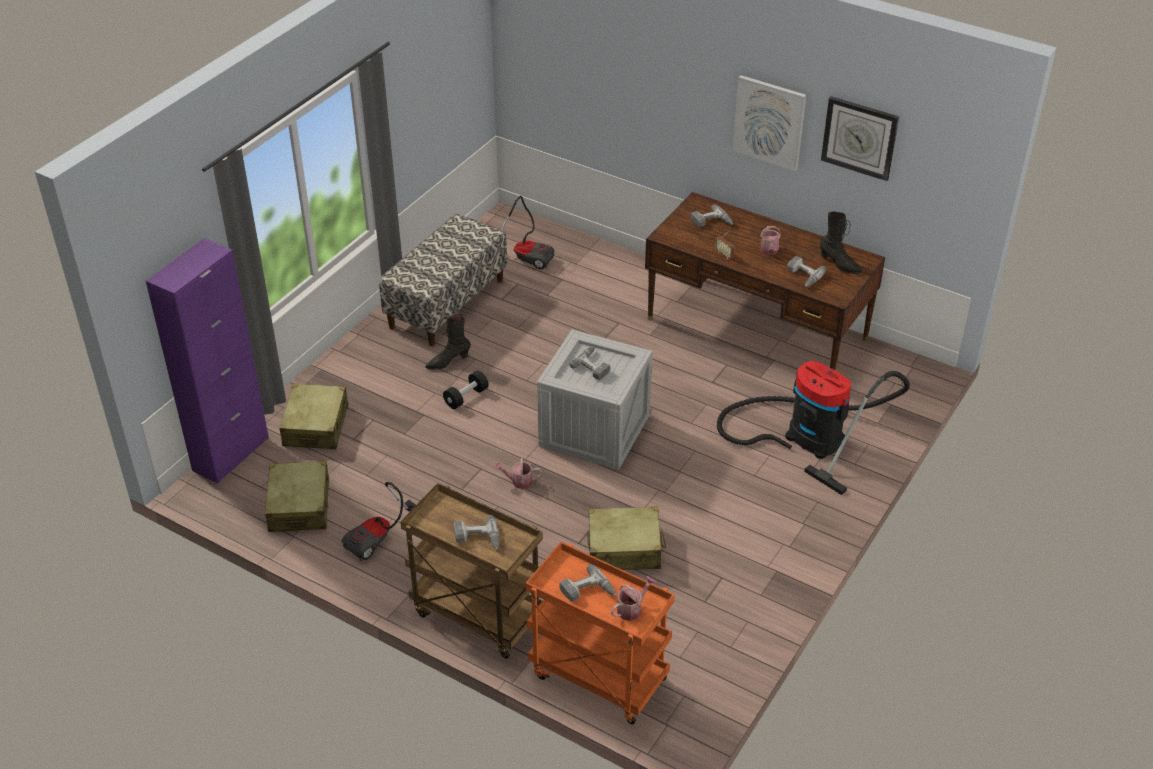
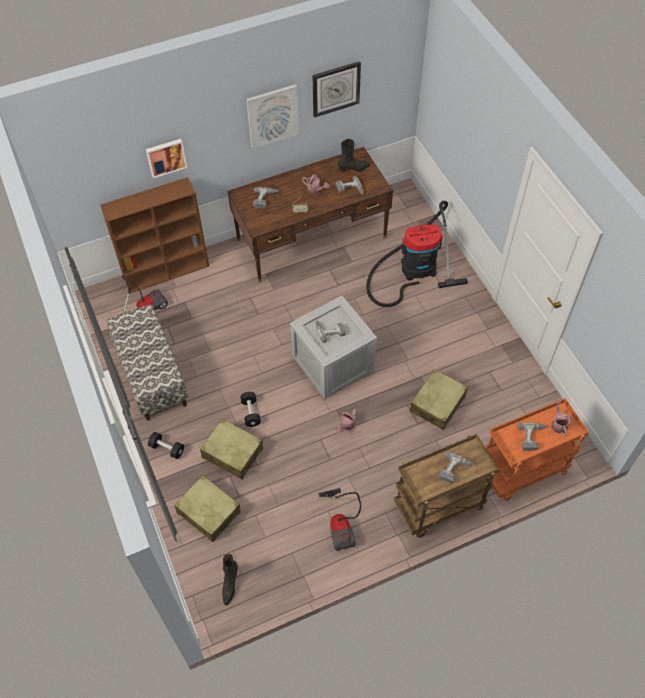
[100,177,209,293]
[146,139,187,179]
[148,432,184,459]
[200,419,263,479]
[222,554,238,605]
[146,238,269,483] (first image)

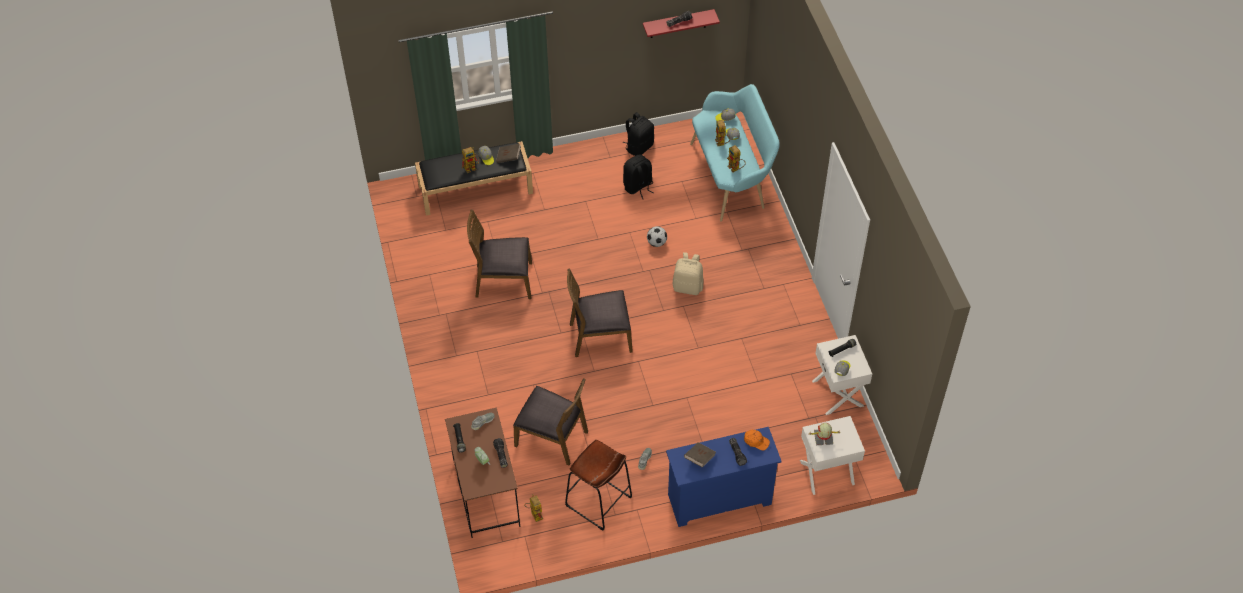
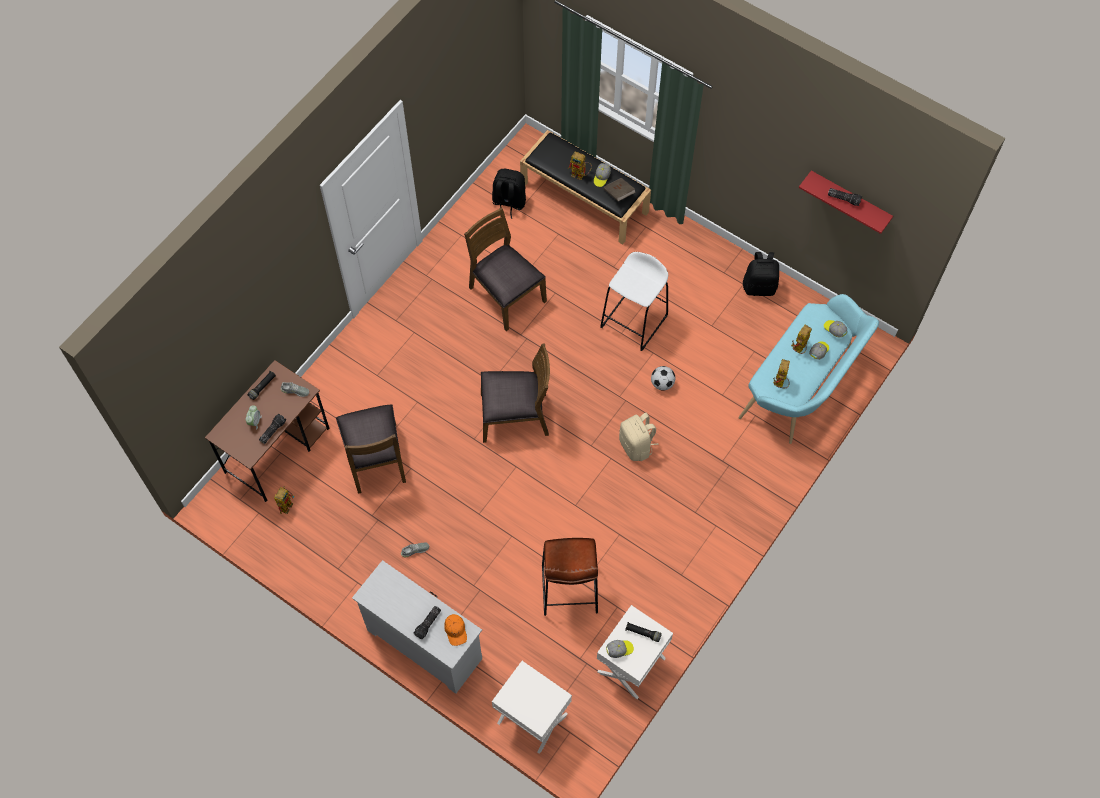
[352,560,482,694]
[481,343,550,443]
[492,169,526,219]
[542,538,598,616]
[600,252,668,351]
[684,442,716,467] (first image)
[809,423,841,445] (first image)

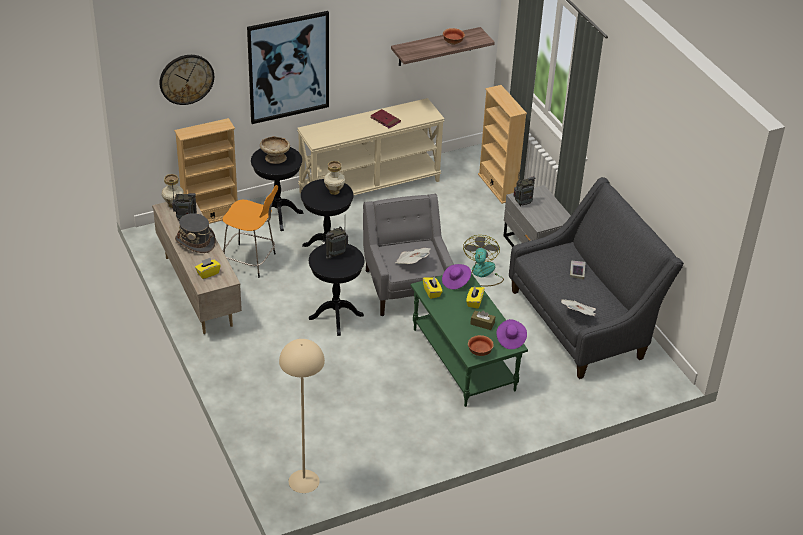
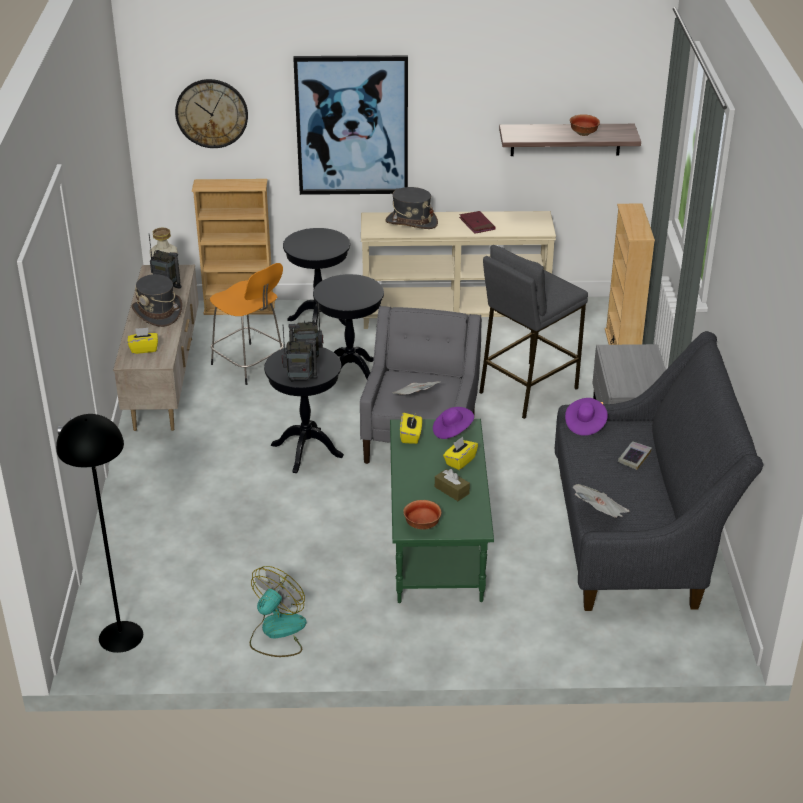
[56,414,143,653]
[250,566,307,657]
[282,325,318,382]
[386,187,438,229]
[479,245,588,419]
[565,398,608,436]
[260,136,290,164] (first image)
[324,161,345,195] (first image)

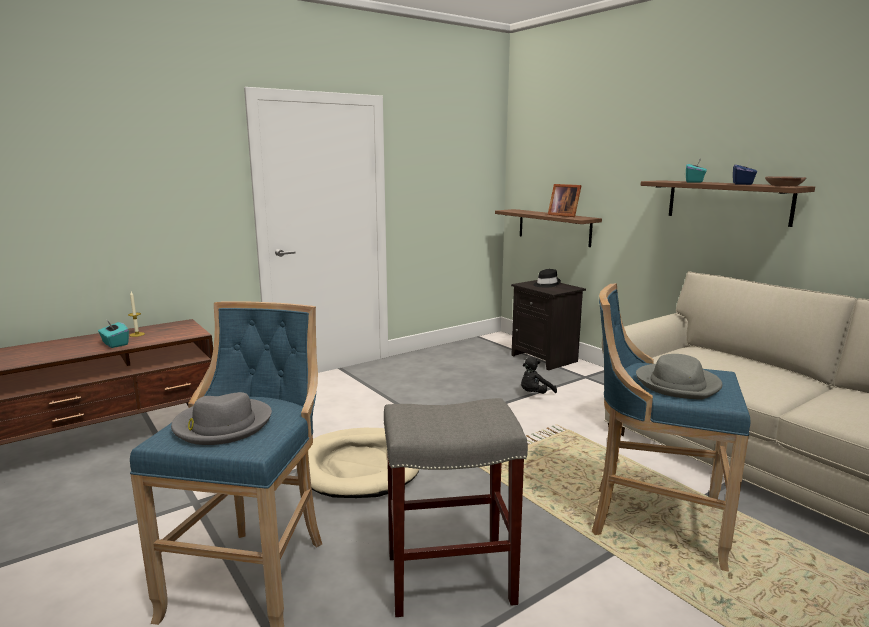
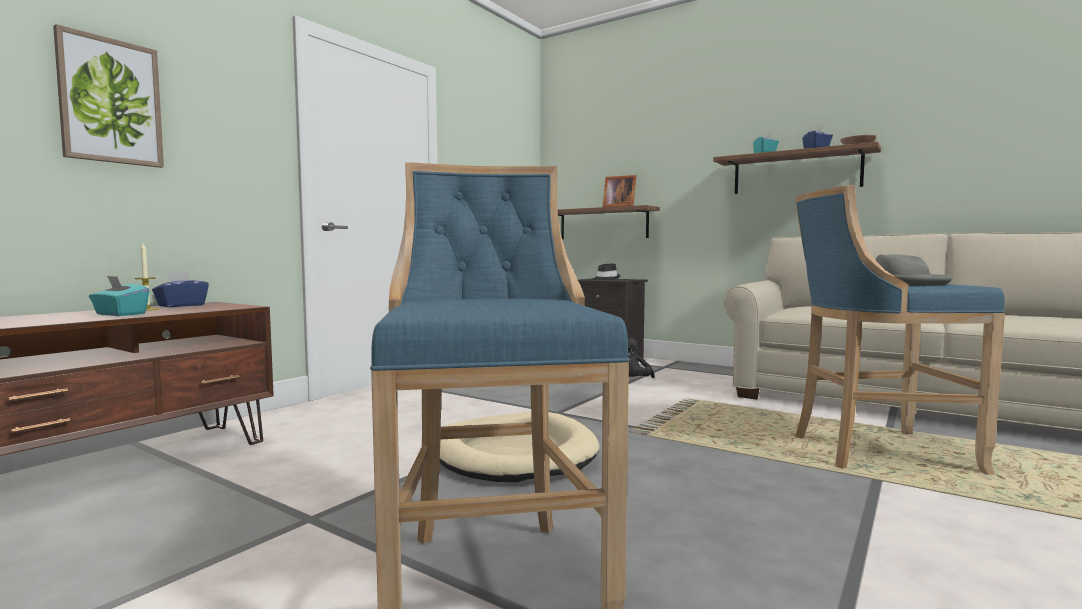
[53,24,164,168]
[152,272,209,307]
[171,392,272,445] (first image)
[384,398,528,617] (first image)

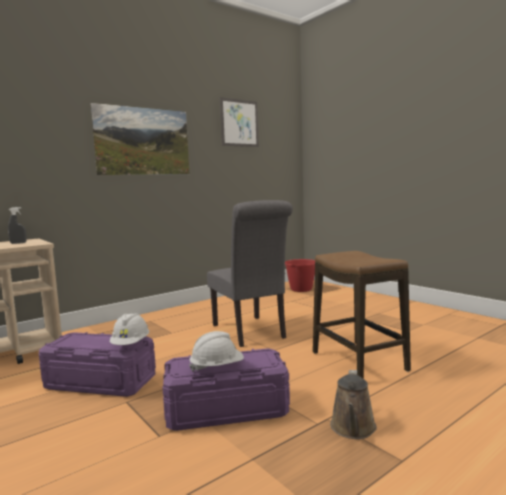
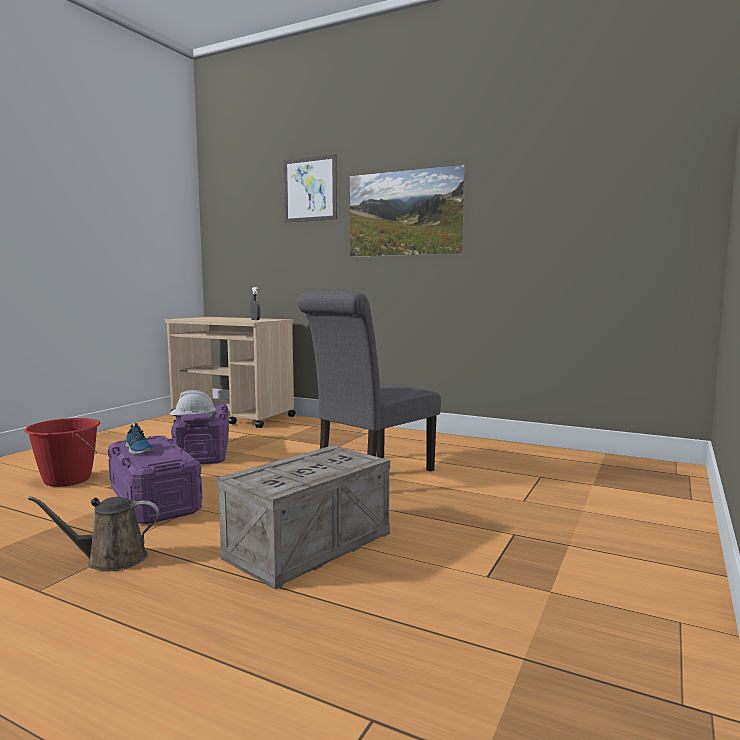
[25,418,100,487]
[125,423,154,454]
[217,445,390,590]
[284,154,337,222]

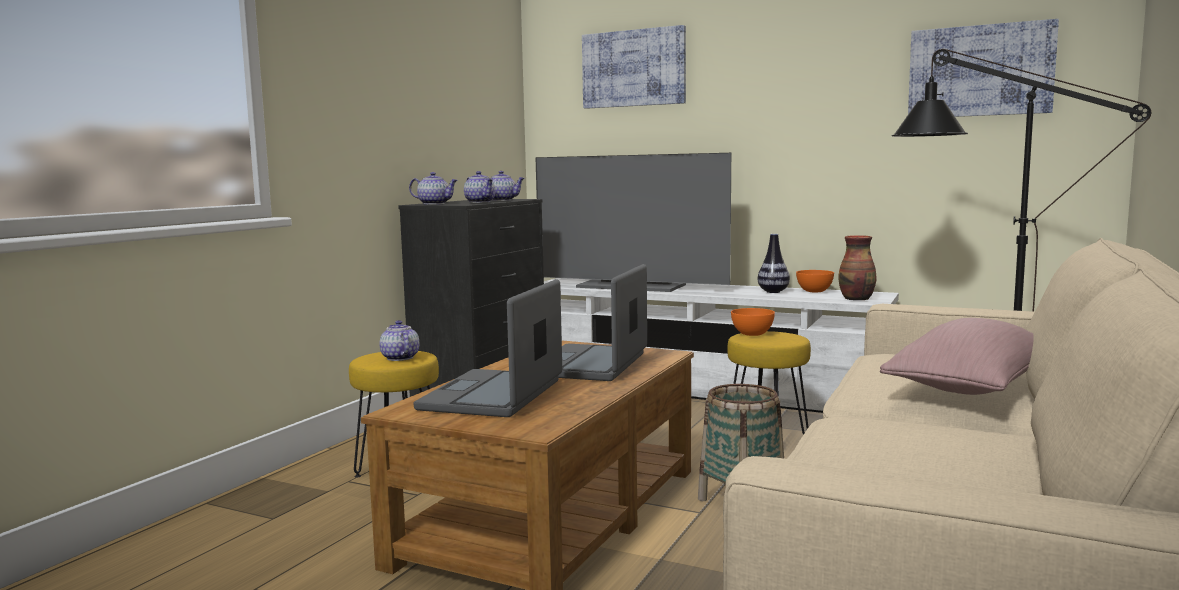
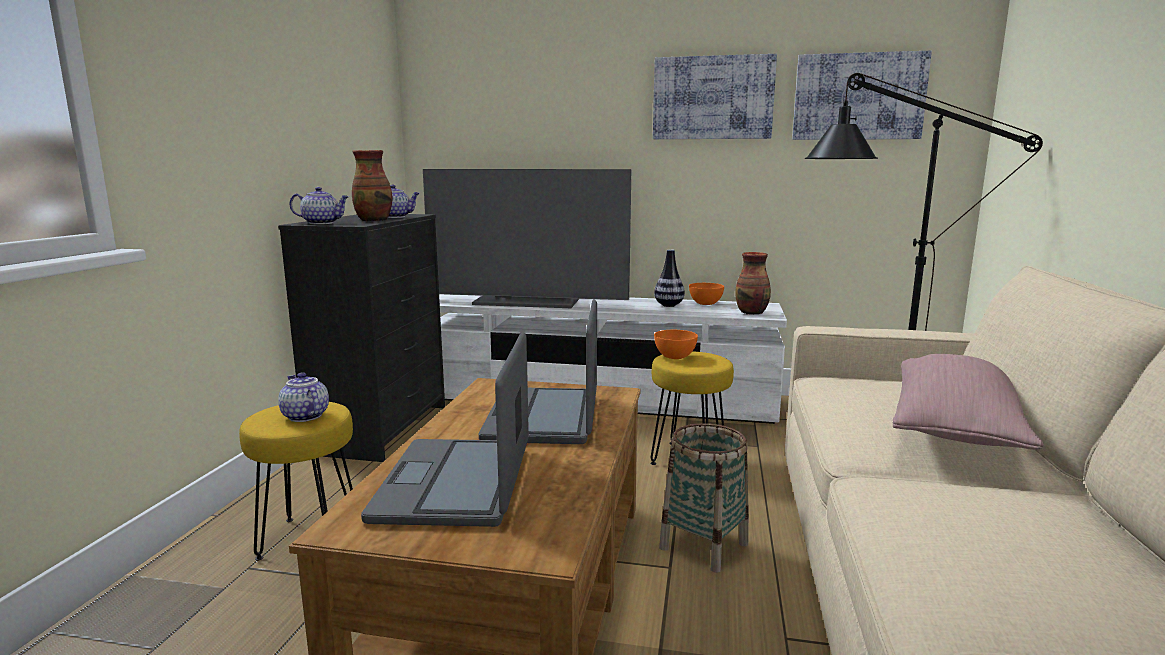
[352,150,393,221]
[653,54,777,139]

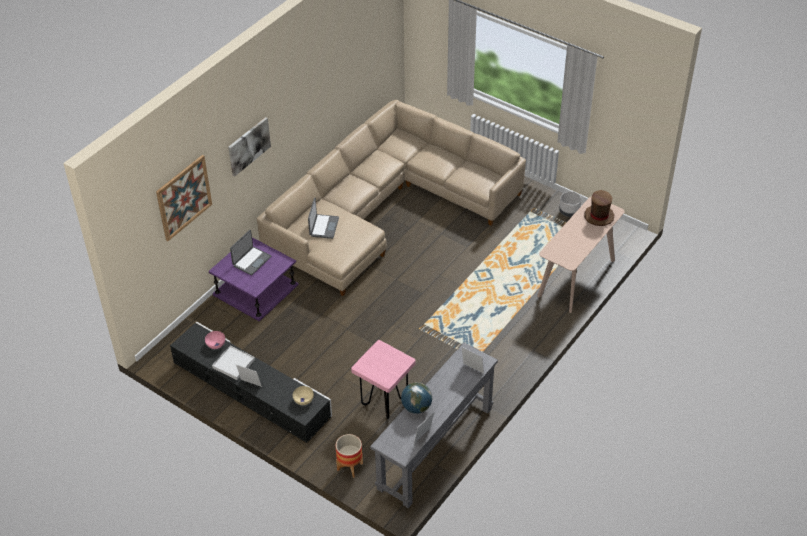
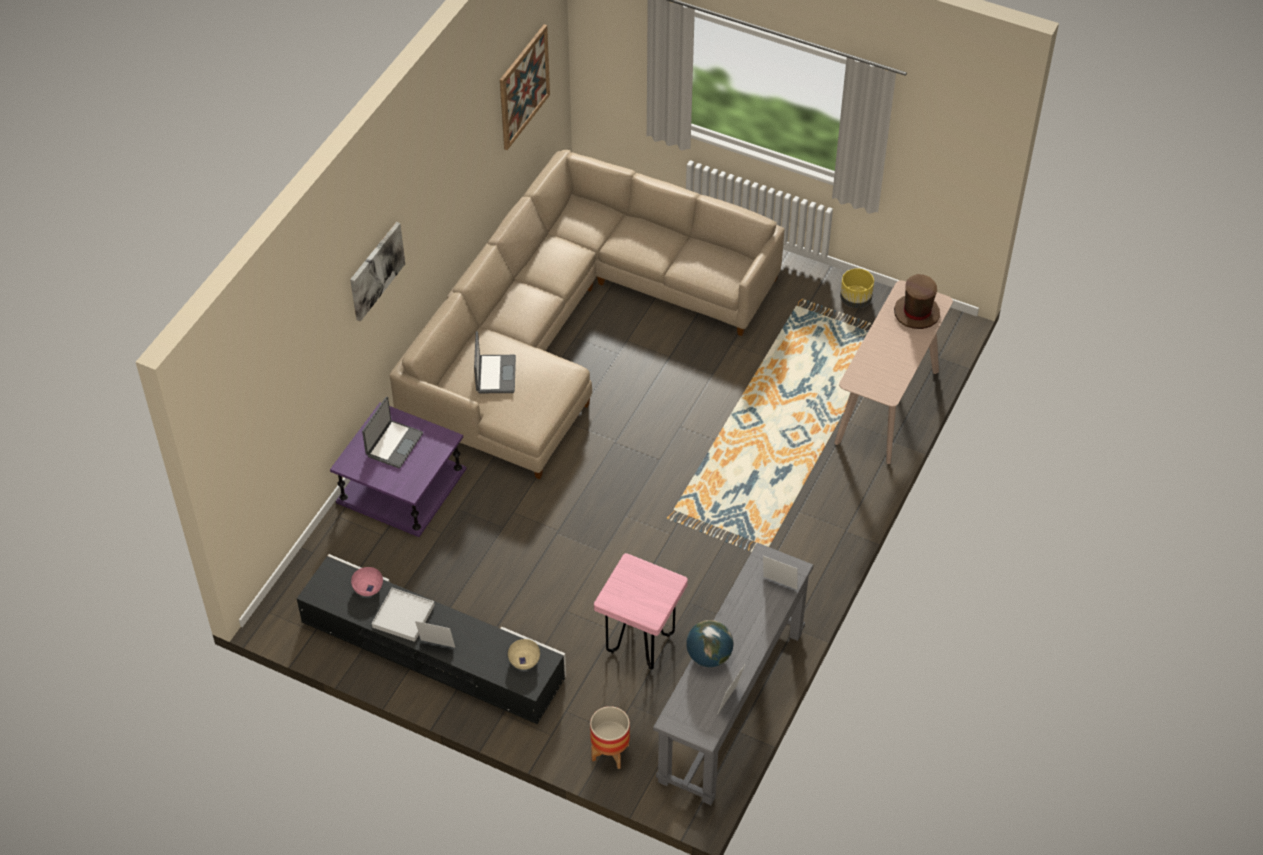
[500,24,550,150]
[840,268,874,308]

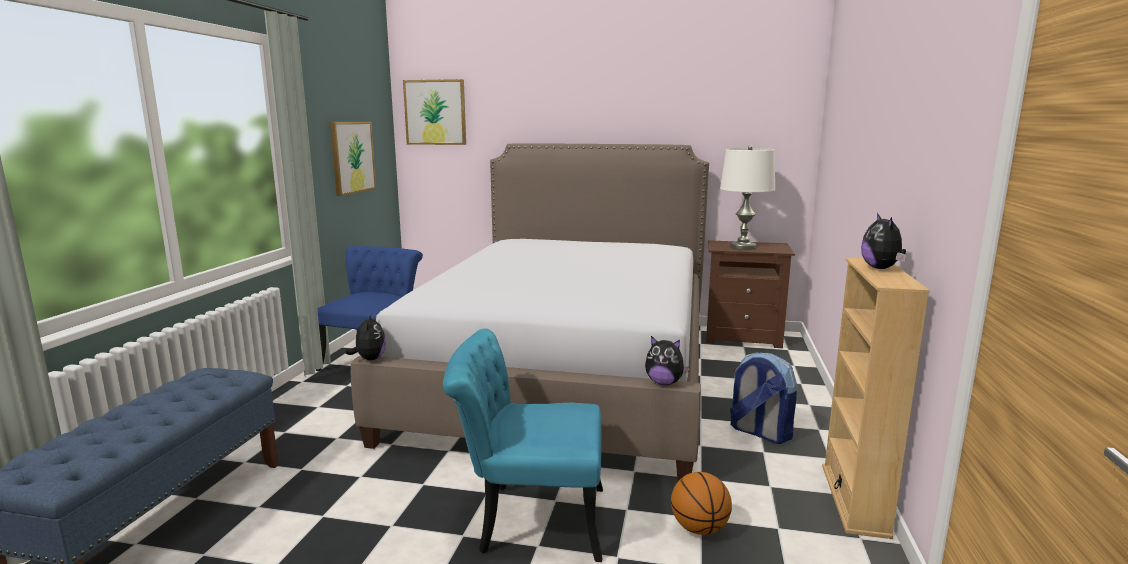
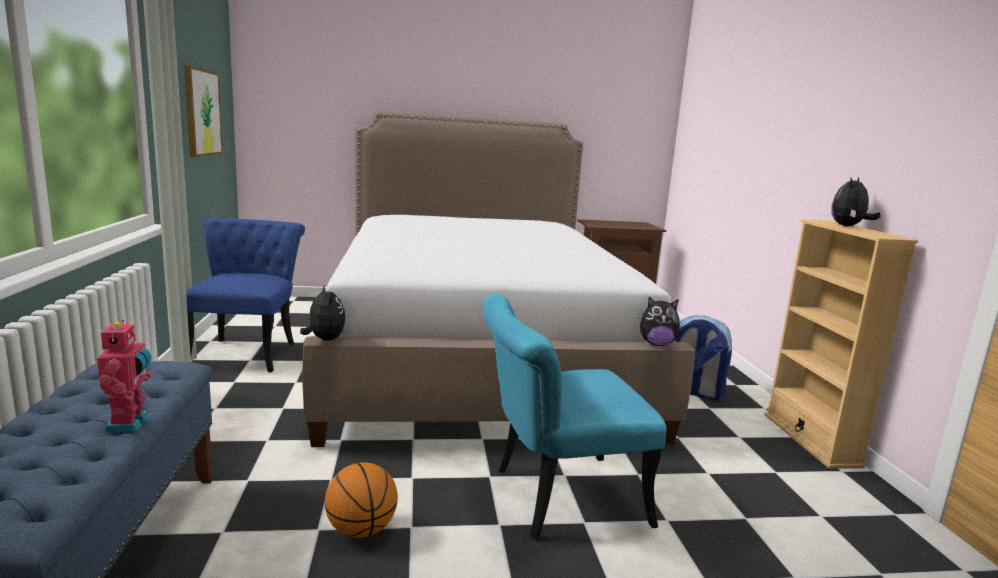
[97,320,151,432]
[325,462,398,538]
[831,177,881,226]
[403,79,466,145] (first image)
[720,145,775,250] (first image)

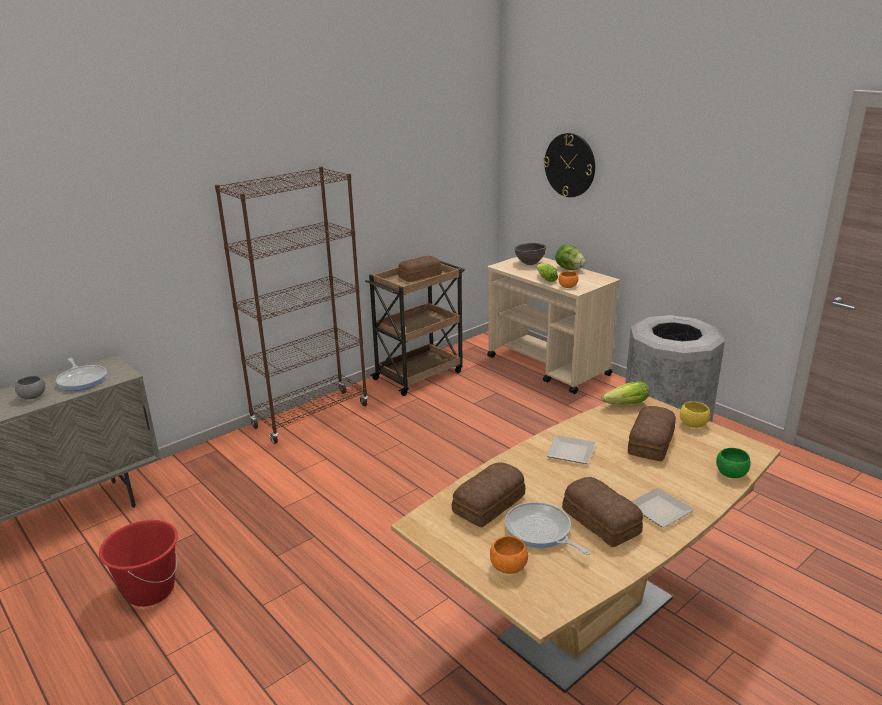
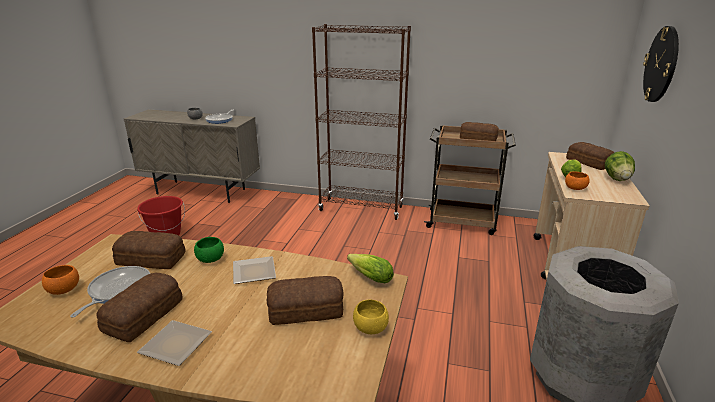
[194,237,224,263]
[566,142,615,170]

